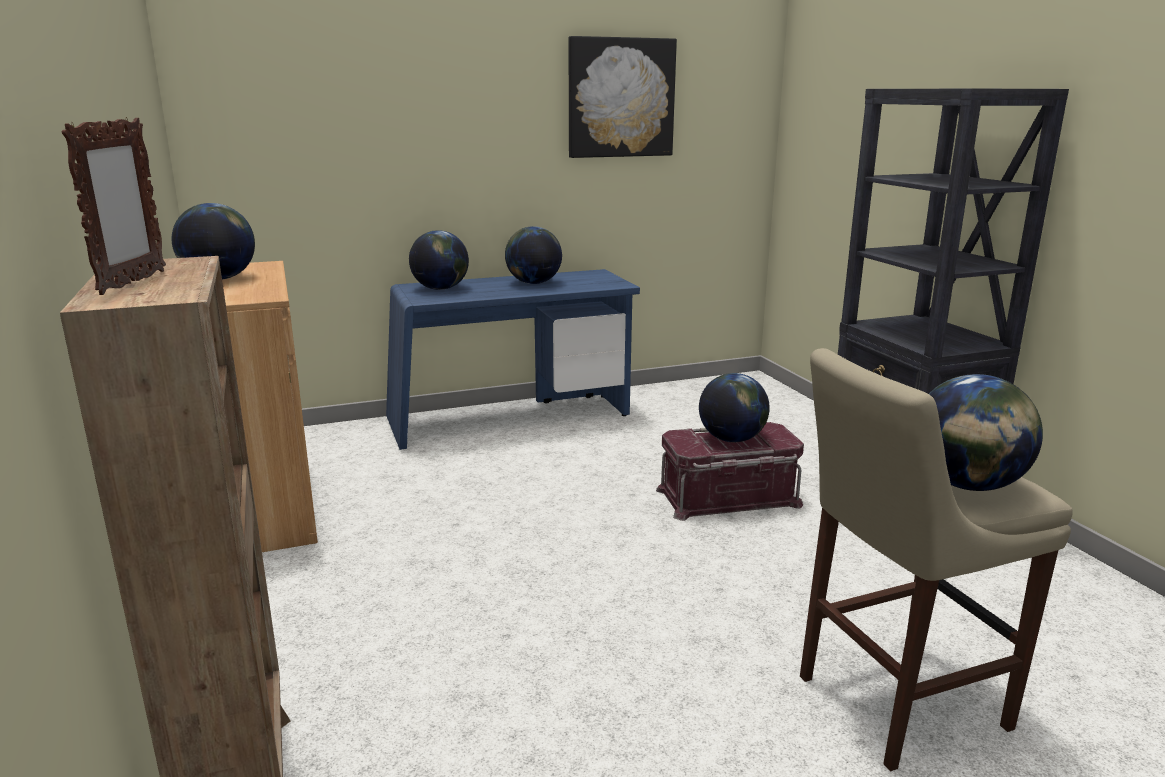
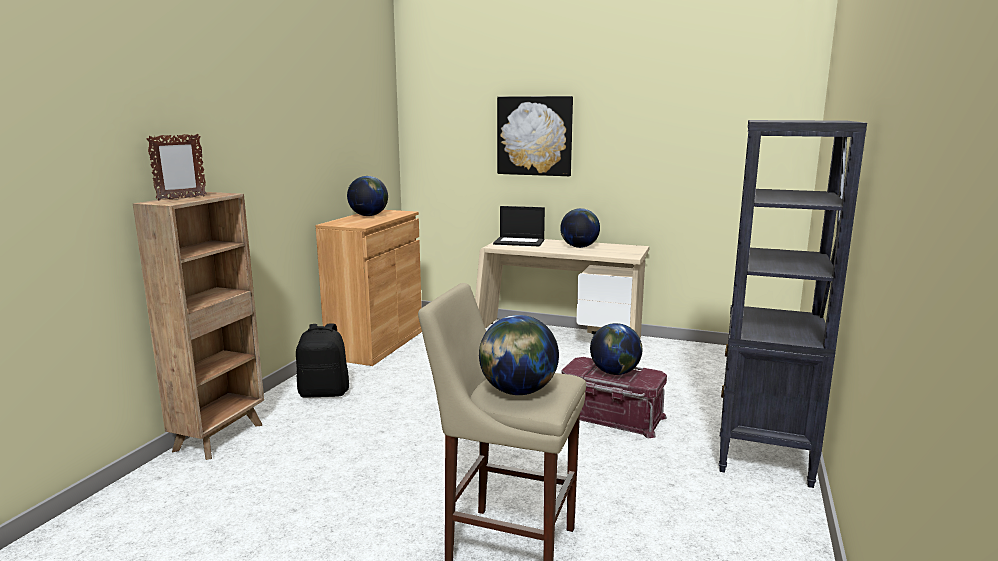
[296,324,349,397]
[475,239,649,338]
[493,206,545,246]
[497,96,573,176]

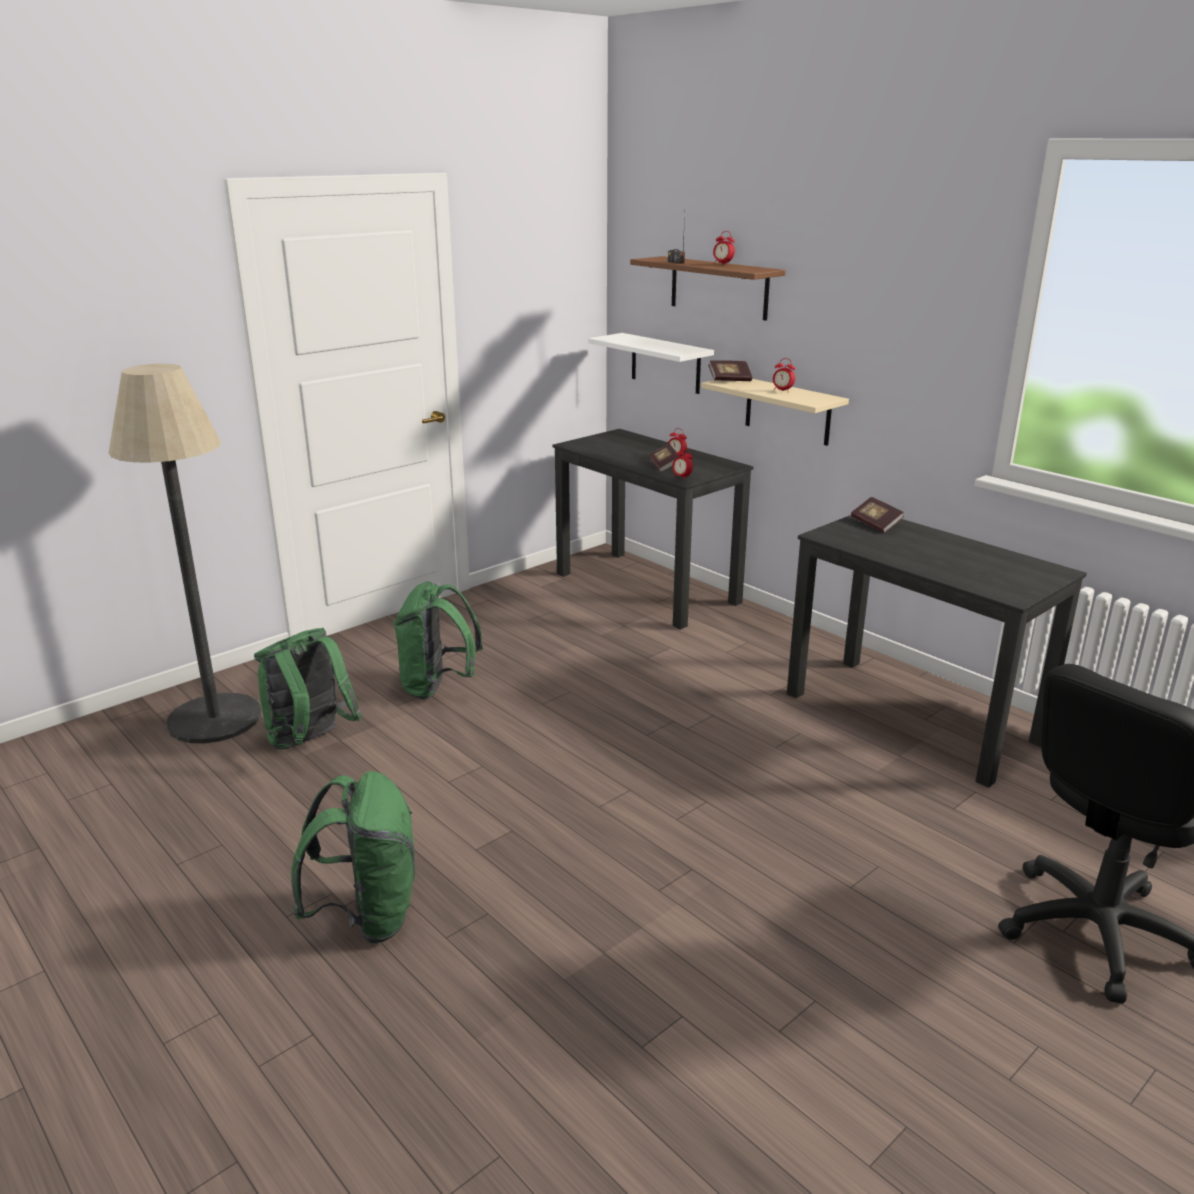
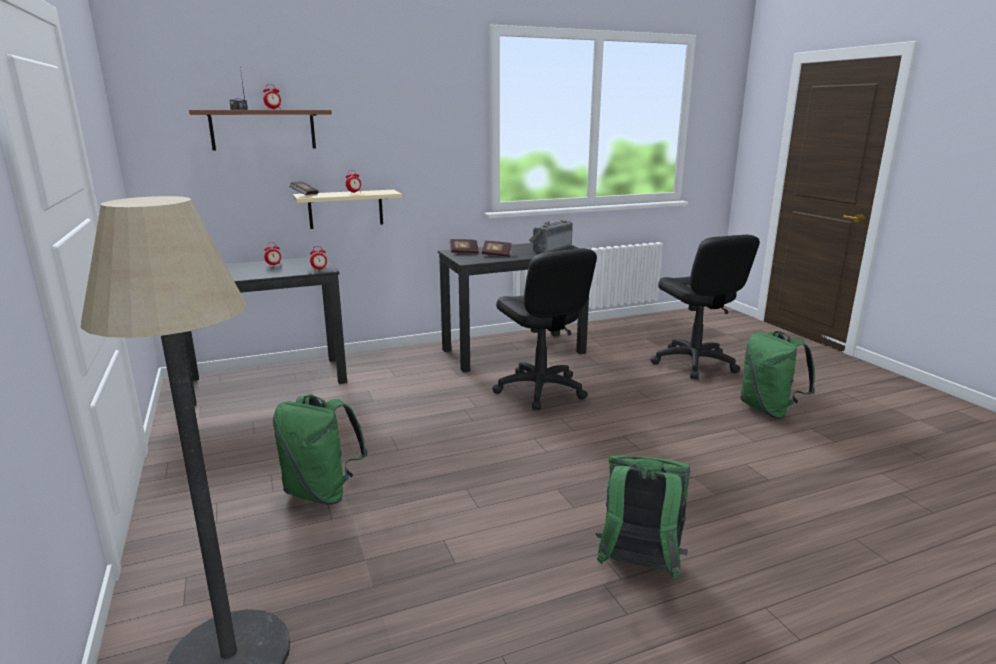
[482,241,512,257]
[492,248,597,410]
[529,220,573,253]
[740,331,815,419]
[588,333,714,394] (first image)

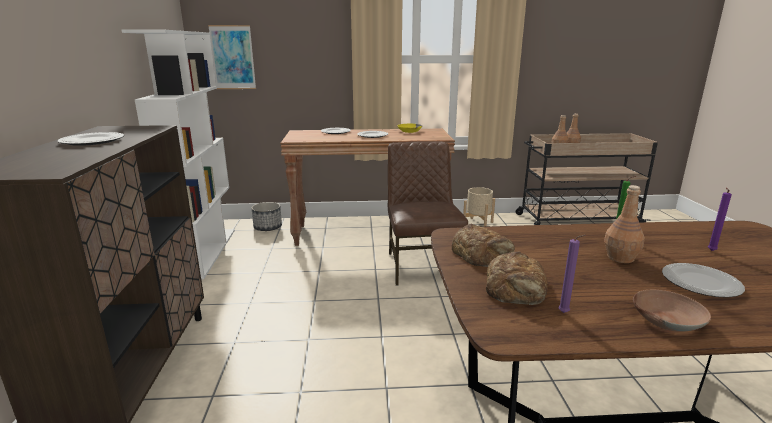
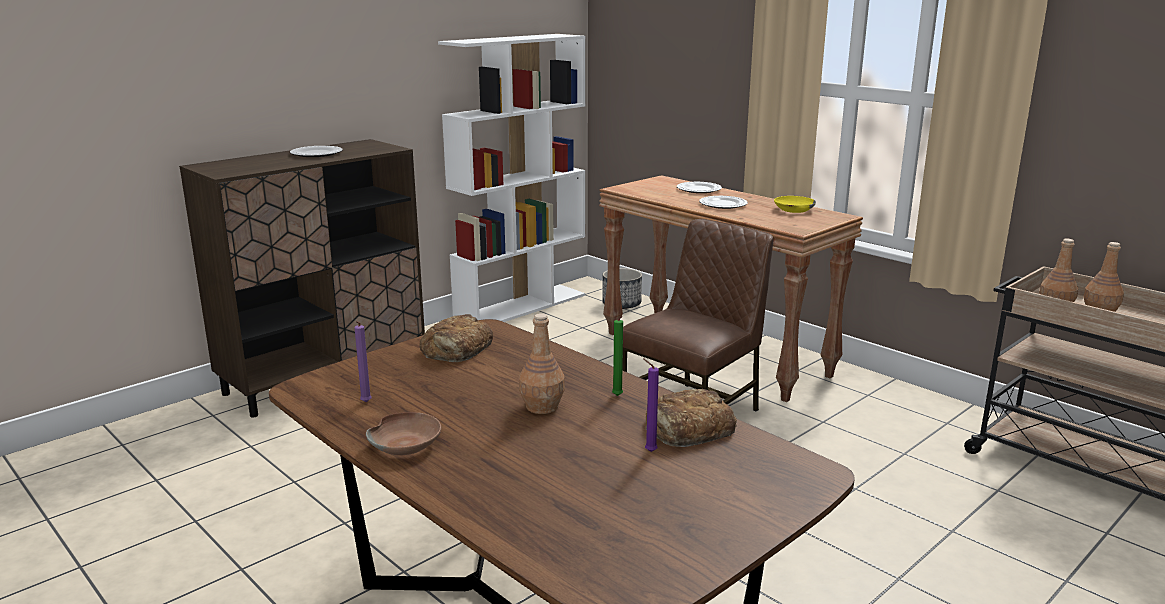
[646,389,737,447]
[208,25,256,89] (first image)
[463,187,495,227] (first image)
[662,263,745,298] (first image)

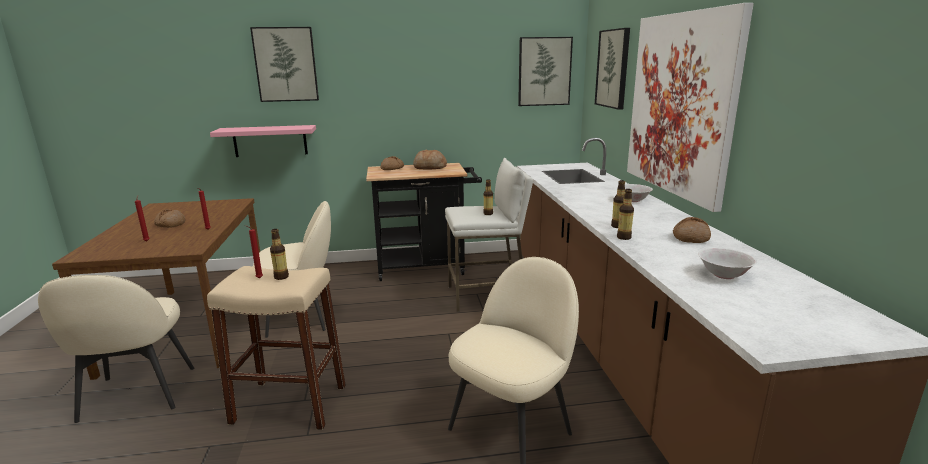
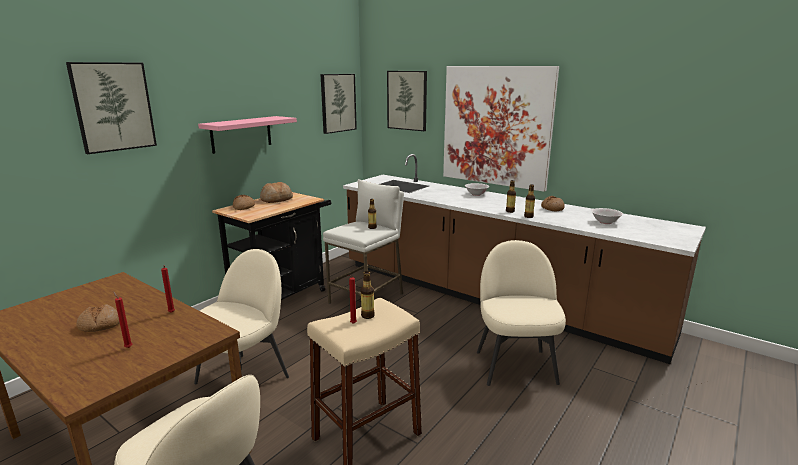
[198,116,297,154]

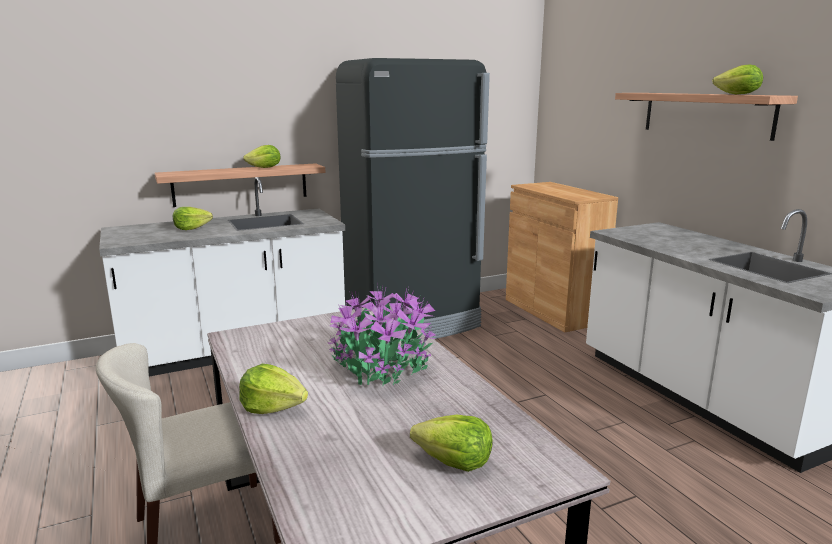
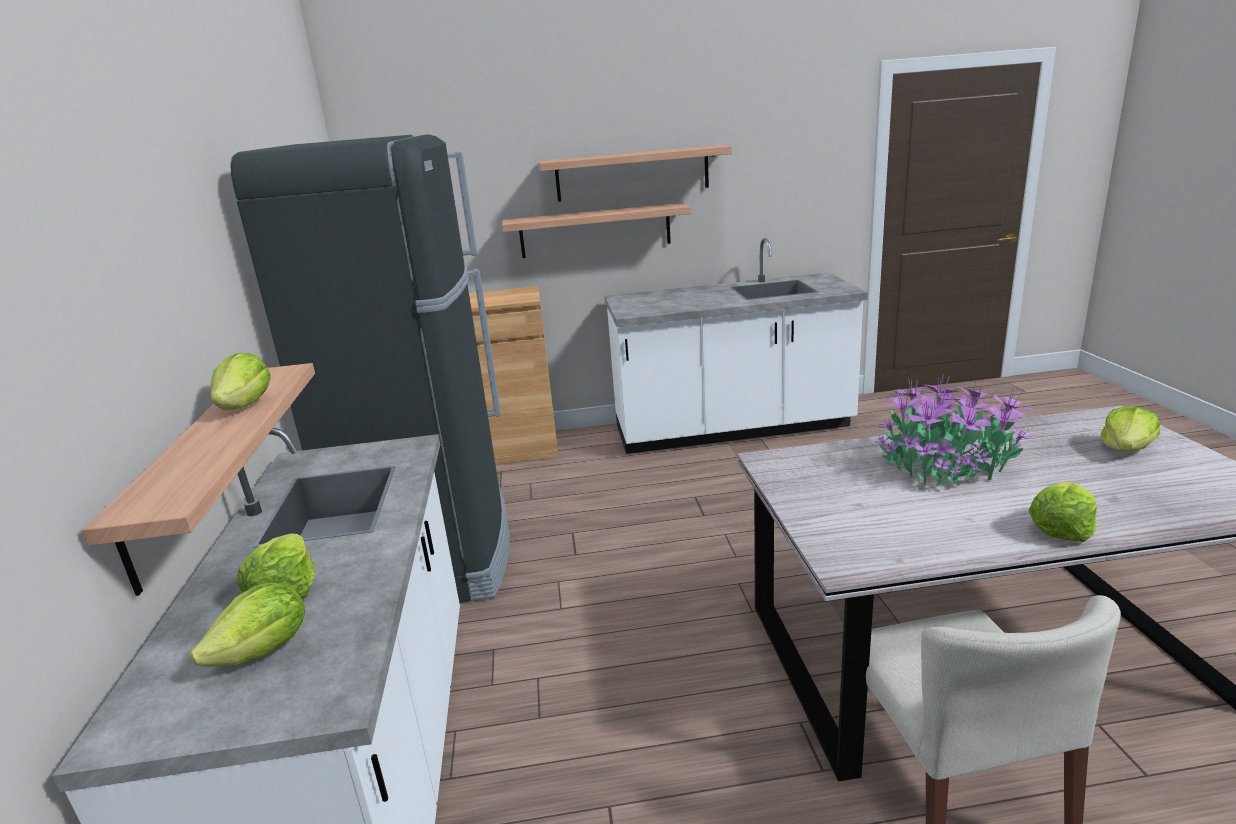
[190,583,305,667]
[502,203,691,258]

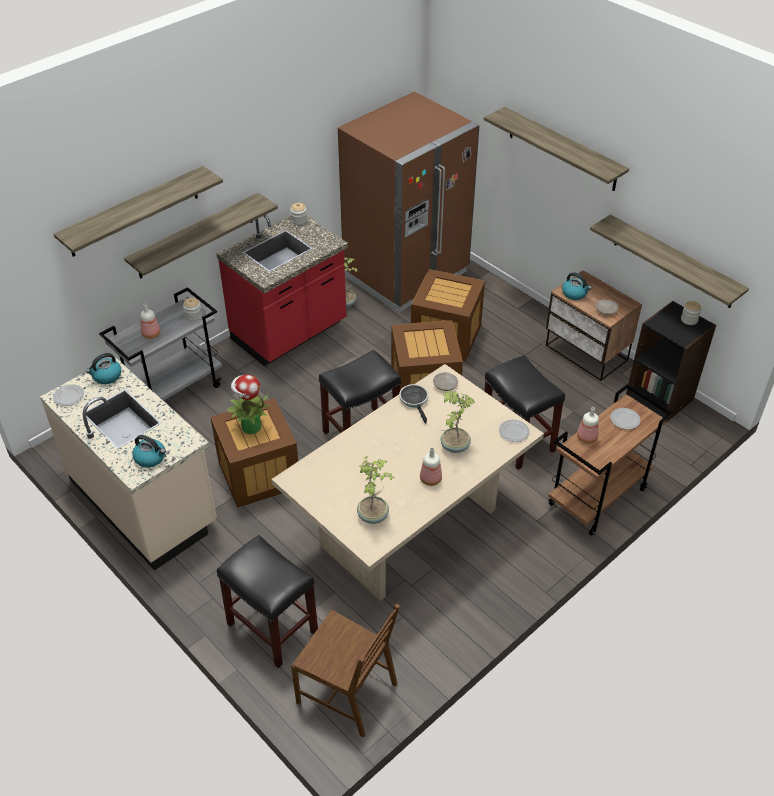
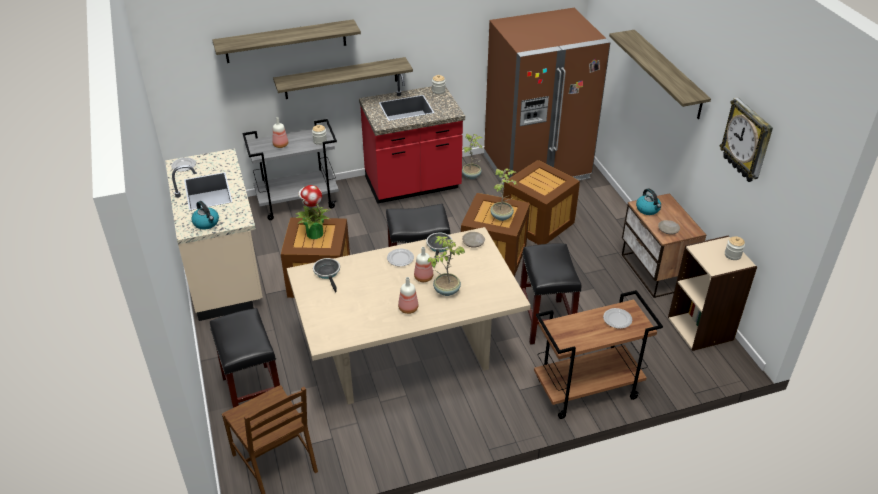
[313,258,340,293]
[387,249,414,266]
[414,247,433,282]
[490,168,517,221]
[668,235,757,351]
[719,97,773,182]
[86,353,121,384] (first image)
[590,214,749,308] (first image)

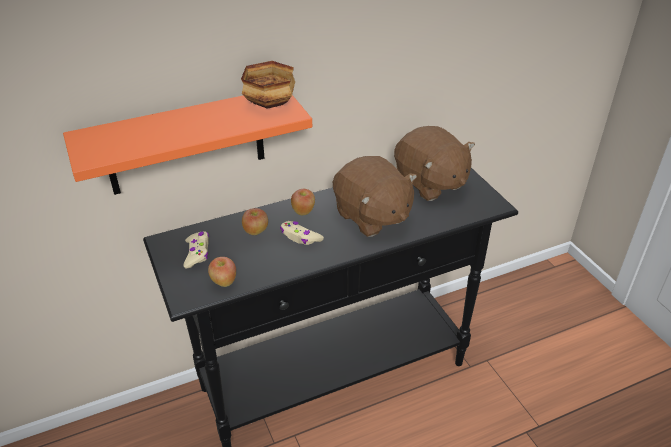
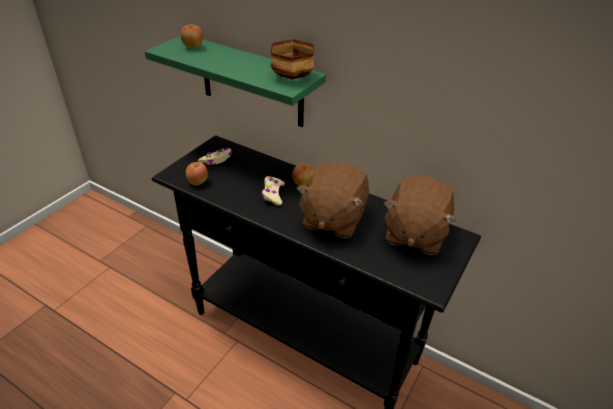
[145,36,326,127]
[180,24,203,49]

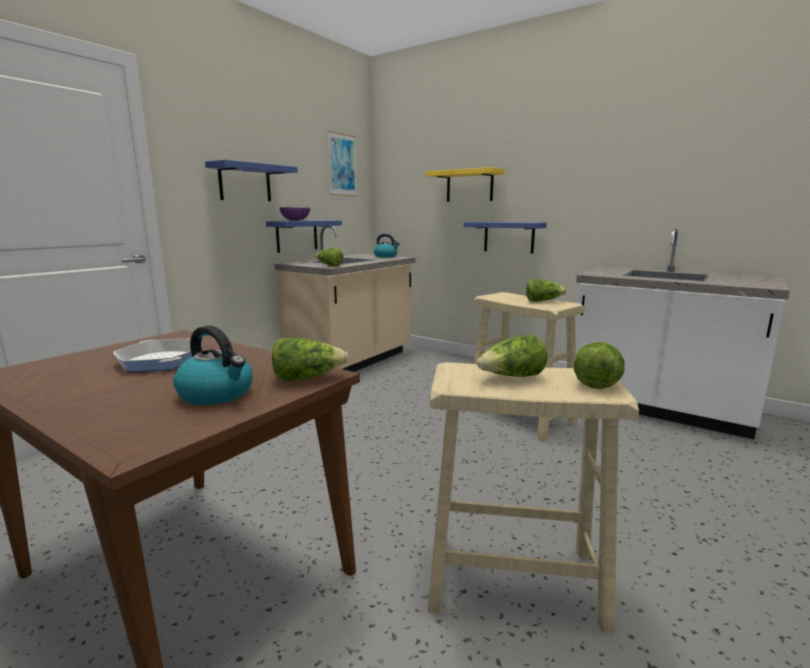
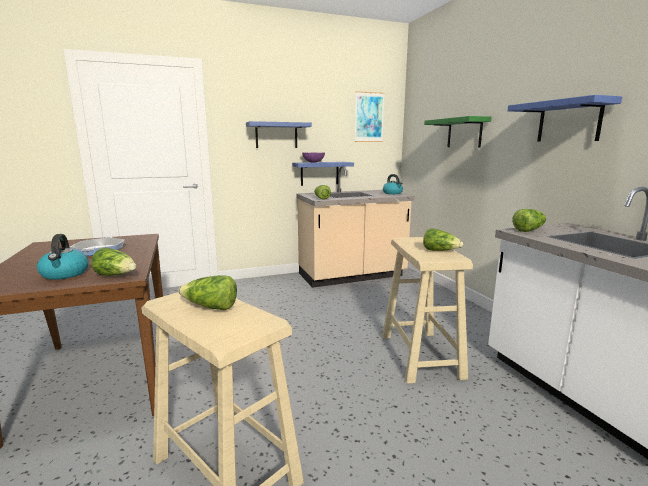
[424,116,492,148]
[507,95,622,142]
[512,209,546,232]

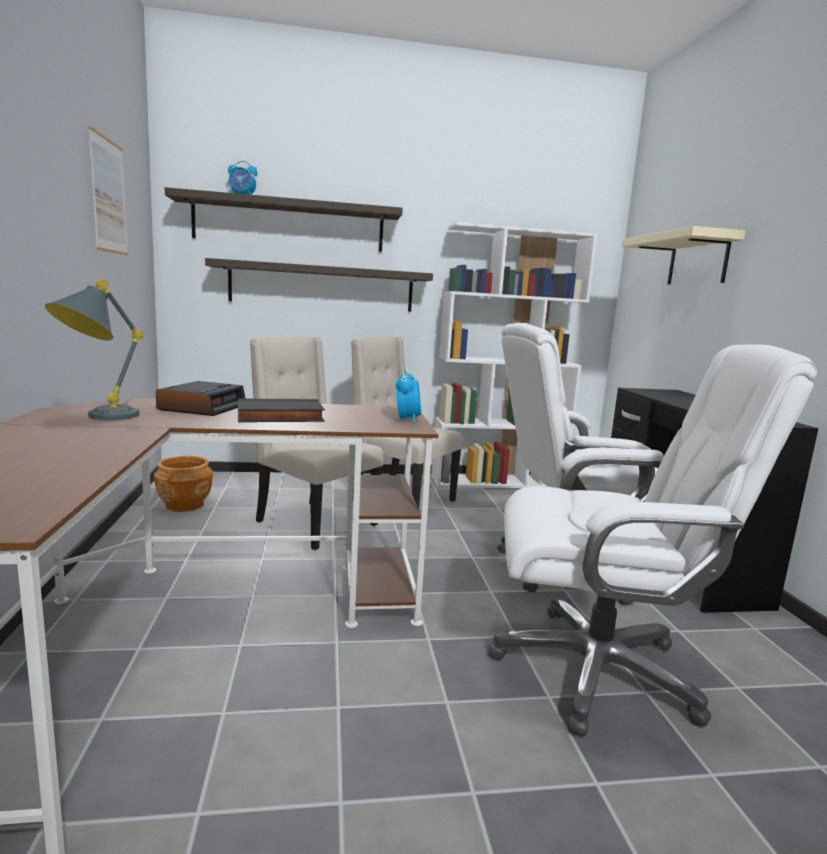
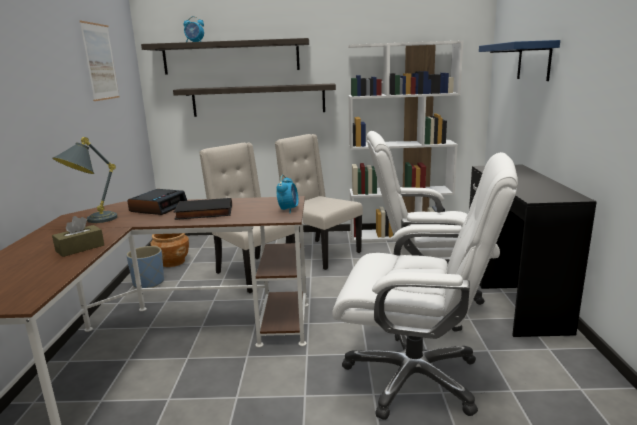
[52,216,104,257]
[126,246,164,288]
[479,40,560,81]

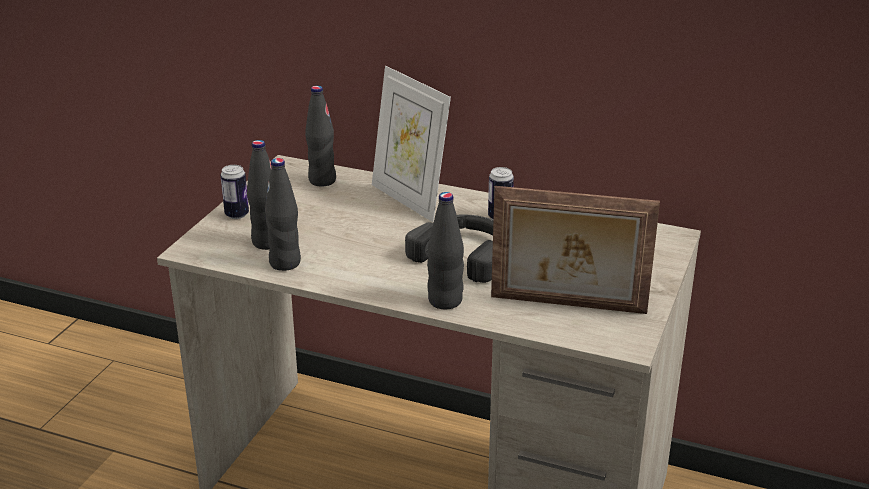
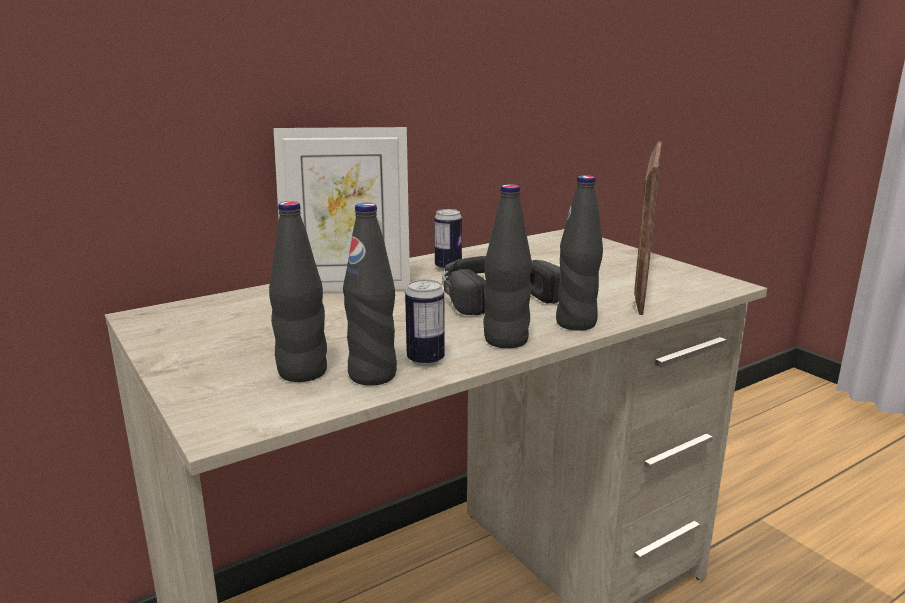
[405,279,445,366]
[483,184,532,348]
[634,141,662,315]

